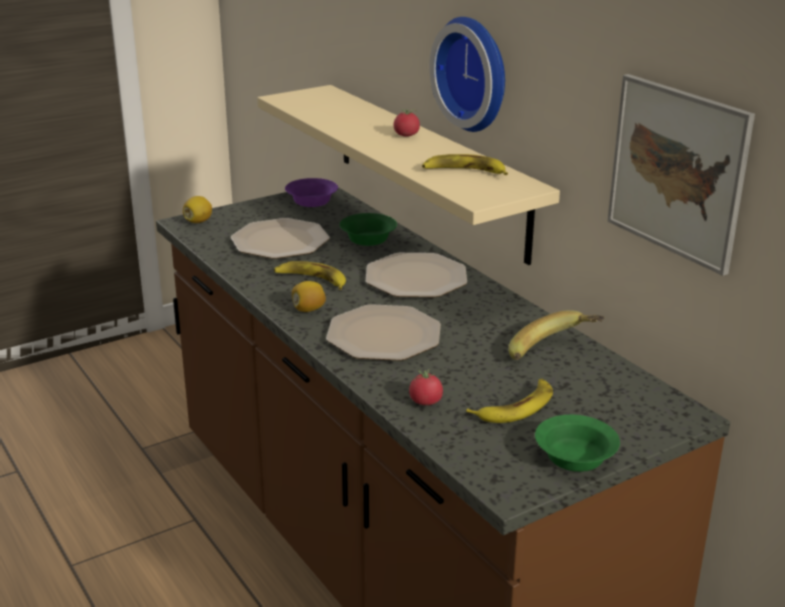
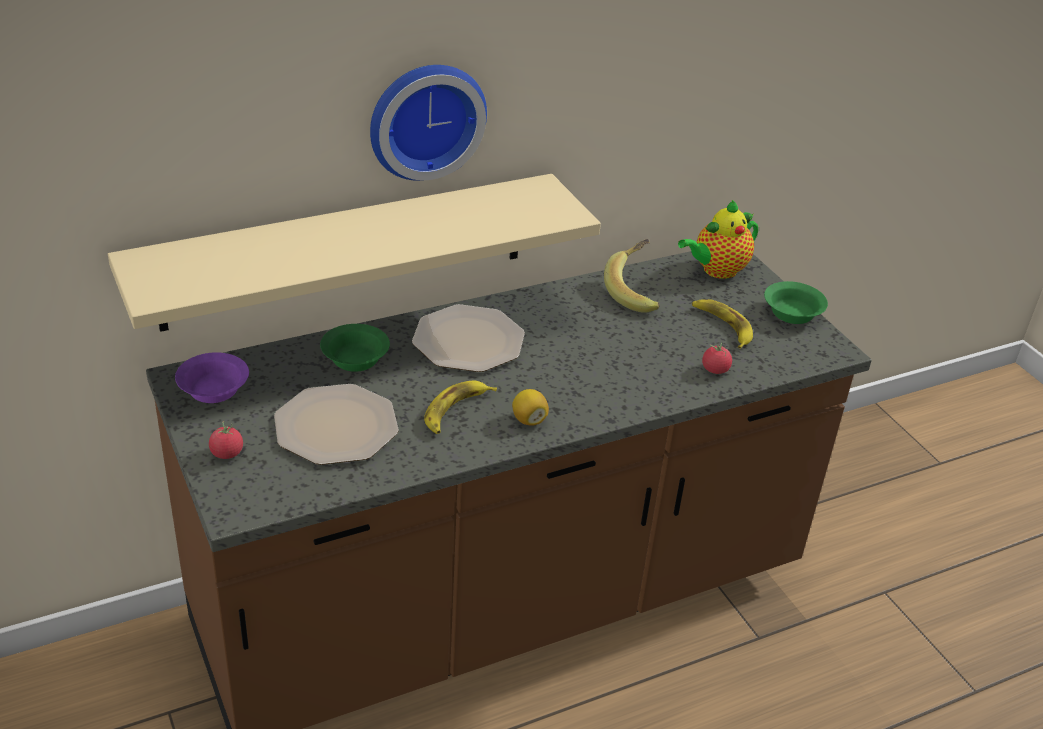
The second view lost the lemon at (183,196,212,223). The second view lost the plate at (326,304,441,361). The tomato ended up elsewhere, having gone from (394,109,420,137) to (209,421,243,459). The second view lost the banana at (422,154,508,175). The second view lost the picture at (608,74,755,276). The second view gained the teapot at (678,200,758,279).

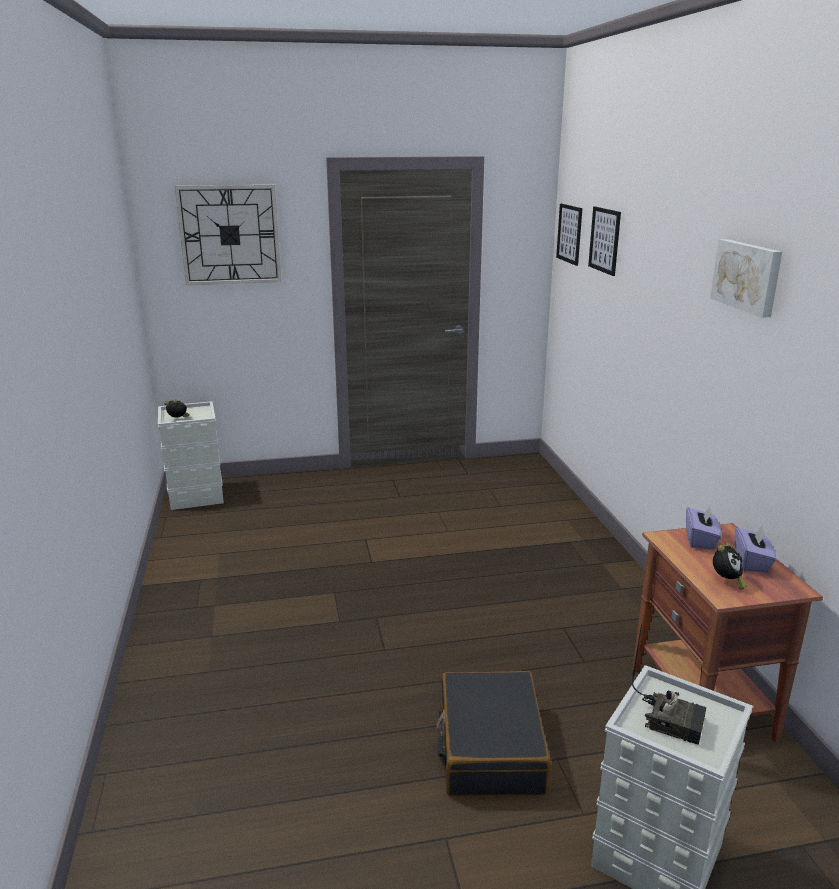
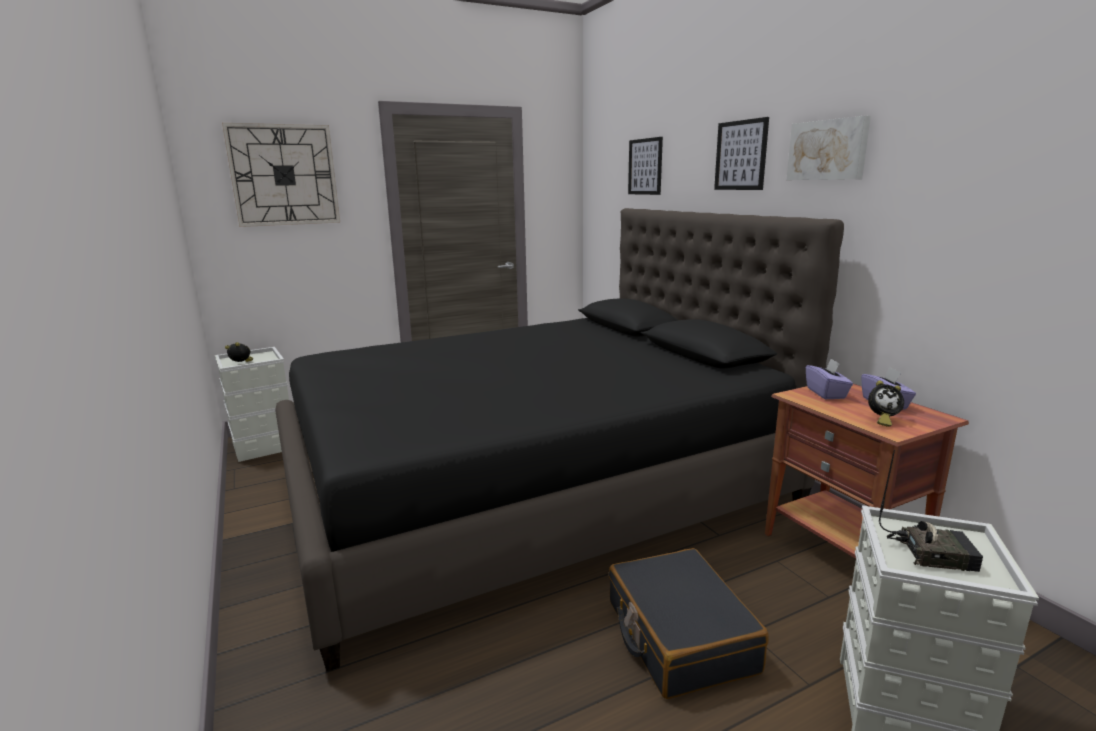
The picture ended up elsewhere, having gone from (556,204,582,266) to (714,117,769,190). The alarm clock at (713,543,747,590) ended up facing another way, 75 degrees clockwise from before. The second view gained the bed (black) at (275,208,844,671).

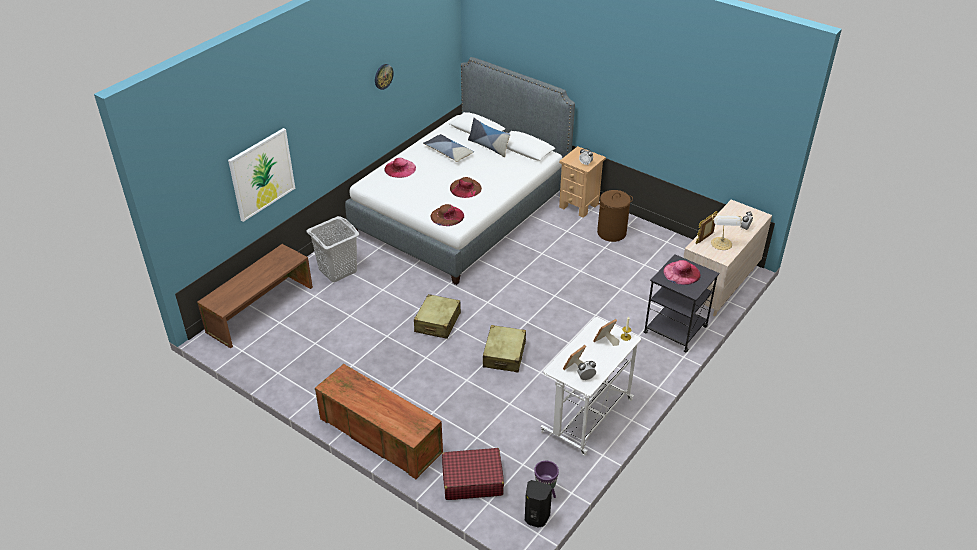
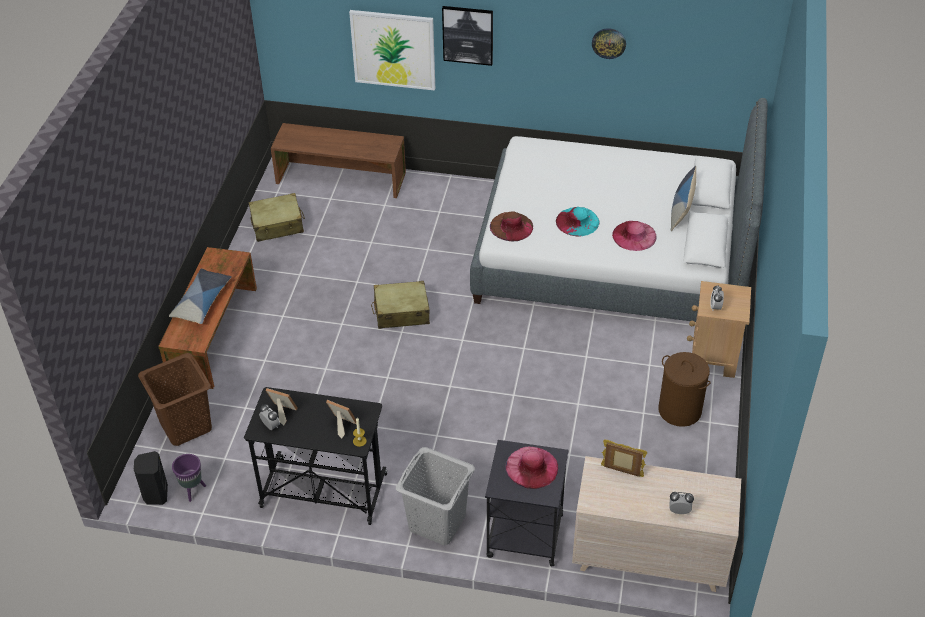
The laundry basket (grey) ended up elsewhere, having gone from (306,216,360,282) to (396,447,475,545). The hat (pink) ended up elsewhere, having gone from (384,158,416,178) to (612,221,657,251). The pillow ended up elsewhere, having gone from (423,134,474,162) to (169,268,232,324). Where the suitcase (red) stood at (442,448,504,500), the laundry basket (brown) came to stand at (138,353,212,446). What was the hat (brown) at (450,177,482,198) turned into the hat (turquoise) at (556,207,599,237). The suitcase (beige) ended up elsewhere, having gone from (483,325,526,373) to (249,193,305,242). What was the desk (white) at (540,317,641,456) turned into the desk (black) at (244,387,387,525). The second view lost the table lamp at (711,215,743,250). The second view gained the picture at (442,6,493,66).

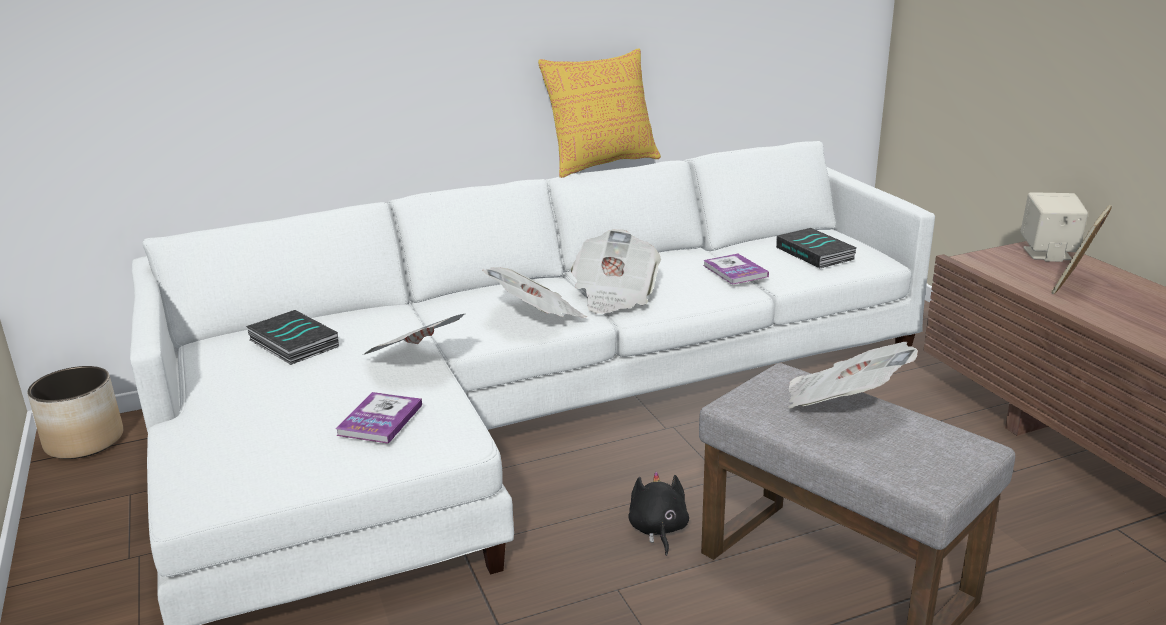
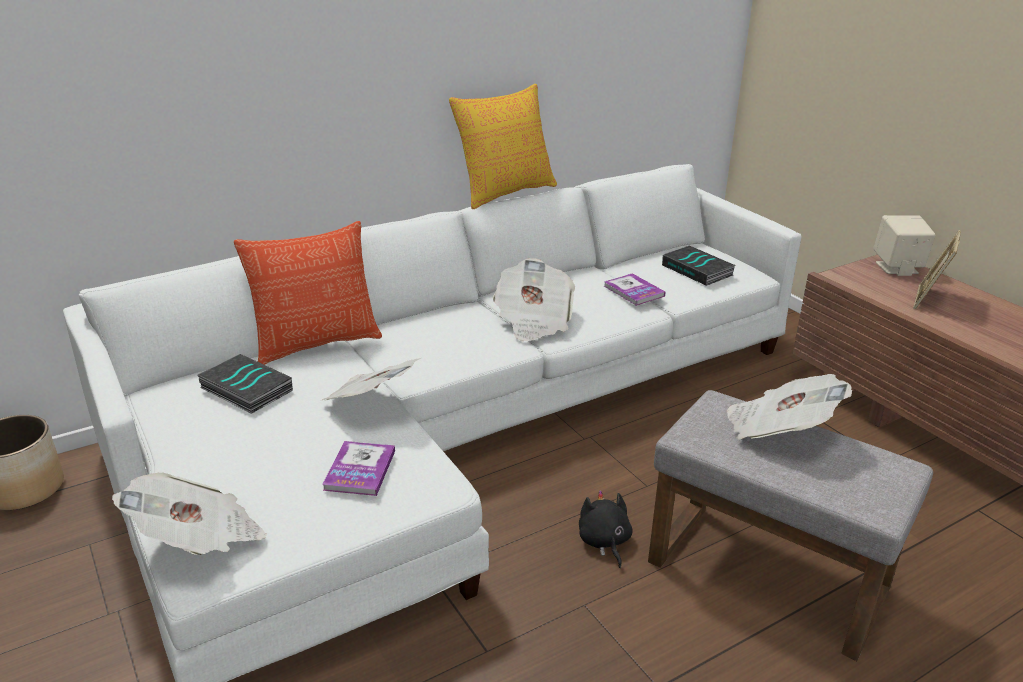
The newspaper ended up elsewhere, having gone from (482,267,587,318) to (112,473,267,555). The second view gained the pillow (orange) at (234,221,382,365).

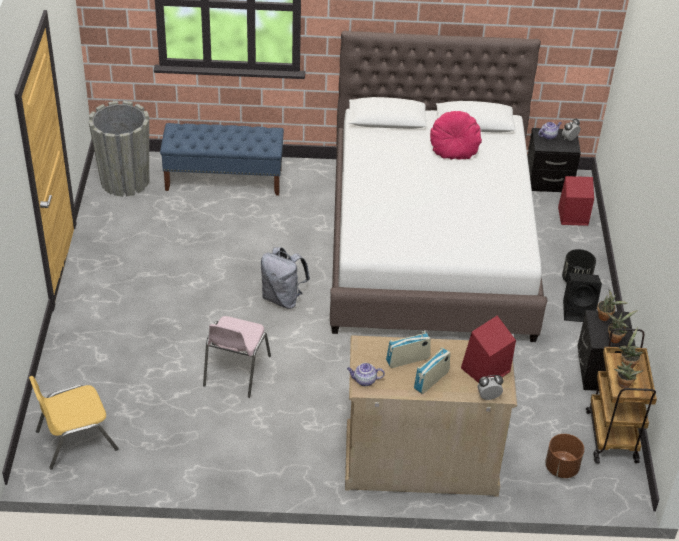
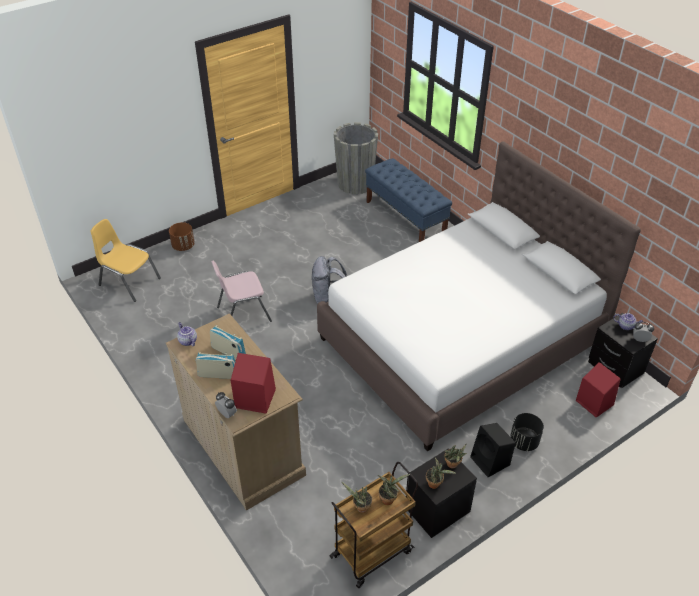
The second view lost the pillow (pink) at (430,111,482,159). The planter (brown) ended up elsewhere, having gone from (545,434,584,478) to (169,222,195,251).

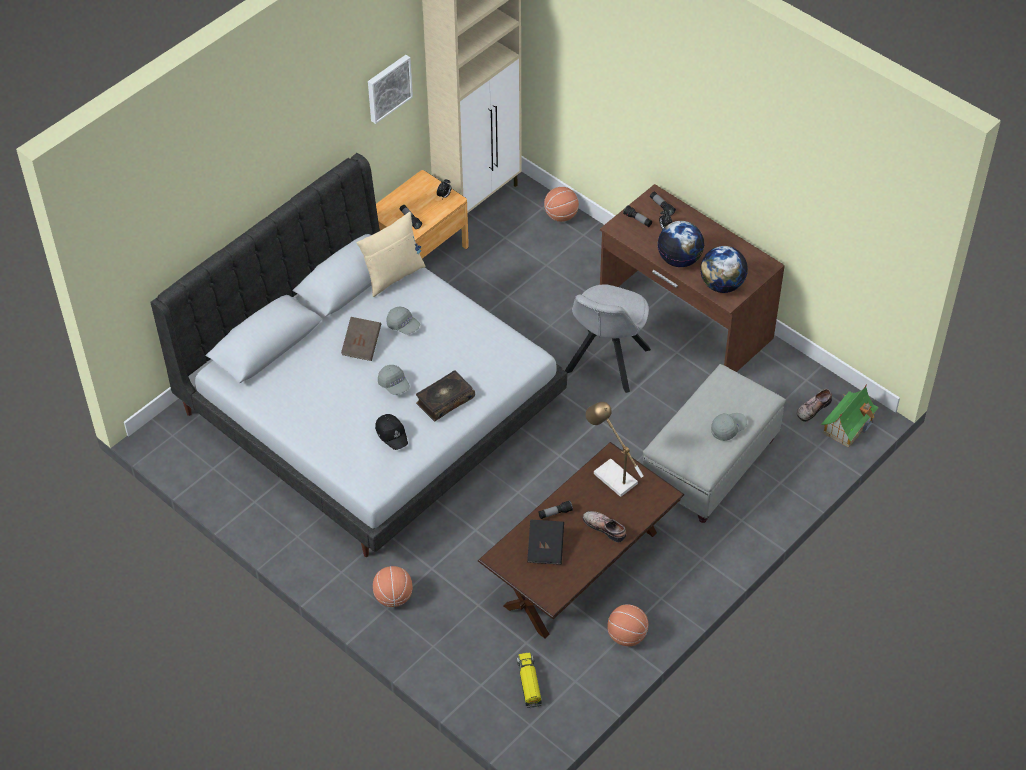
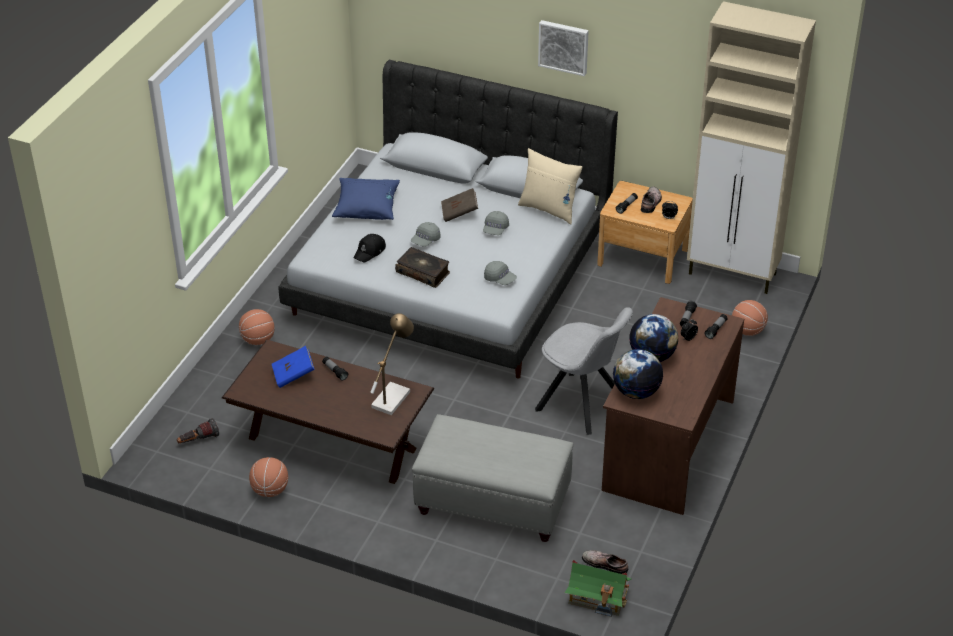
The picture ended up elsewhere, having gone from (368,55,413,124) to (538,20,589,76). Where the toy truck stood at (517,653,542,708), the flashlight came to stand at (177,418,219,443). What was the book (black) at (527,520,564,565) turned into the book (blue) at (272,346,315,388). The chair (grey) at (565,284,651,393) ended up facing another way, 150 degrees counterclockwise from before. The shoe ended up elsewhere, having gone from (583,511,626,542) to (641,186,662,213). The cap (grey) ended up elsewhere, having gone from (711,413,747,441) to (484,261,517,285). The second view gained the pillow (blue) at (332,178,400,220).

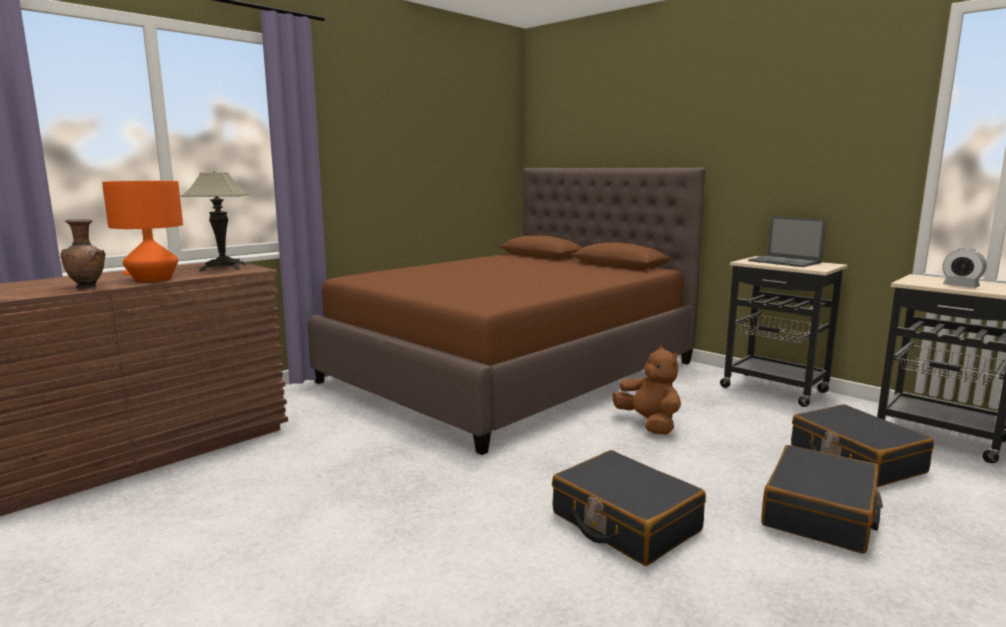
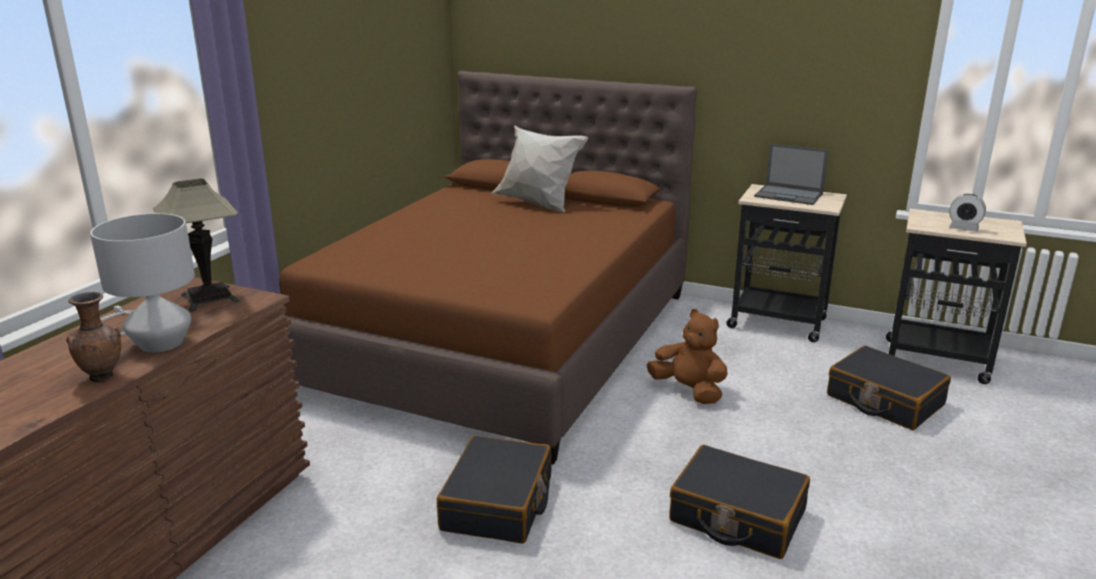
What was the table lamp (orange) at (102,181,183,283) turned into the table lamp (grey) at (90,213,195,353). The suitcase (black) ended up elsewhere, having gone from (762,445,883,554) to (437,435,552,544). The second view gained the pillow (white) at (491,125,588,213).

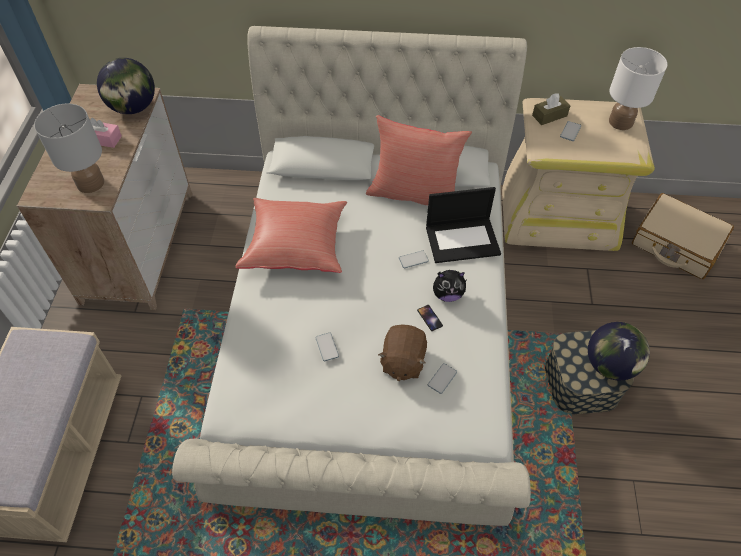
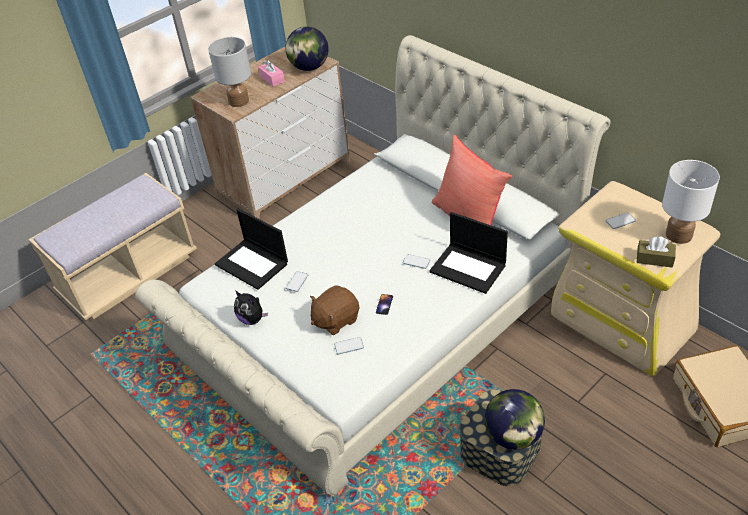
The second view lost the pillow (red) at (235,198,347,273). The plush toy ended up elsewhere, having gone from (433,270,466,302) to (234,290,268,325). The tissue box (brown) ended up elsewhere, having gone from (532,93,570,125) to (637,236,676,268). The second view gained the laptop at (215,209,288,290).

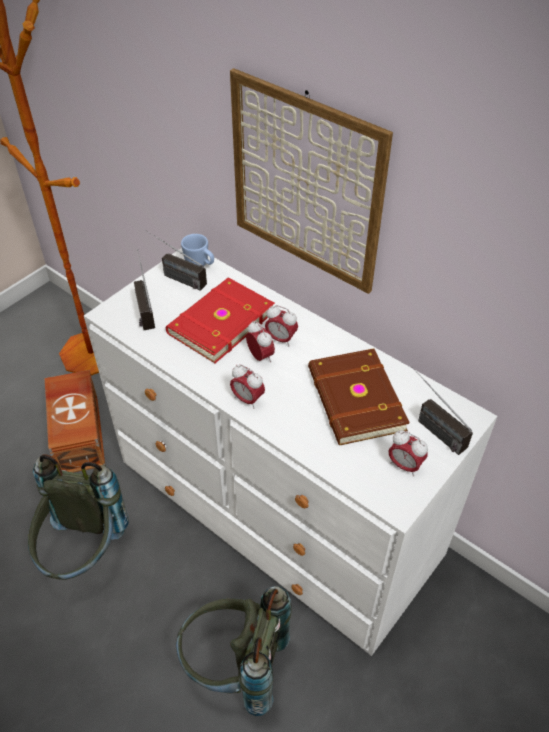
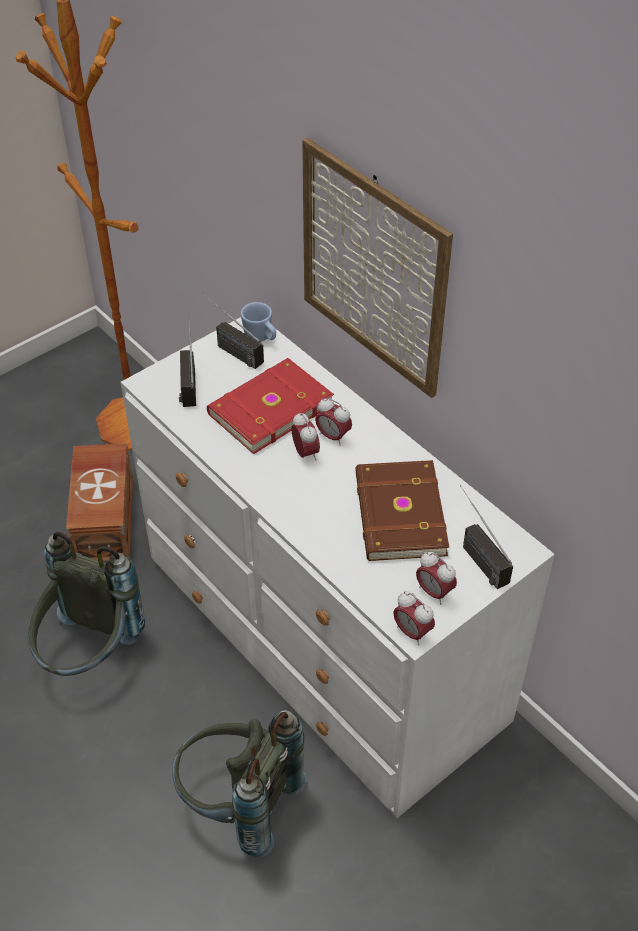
The alarm clock ended up elsewhere, having gone from (230,365,265,409) to (393,591,435,645).

